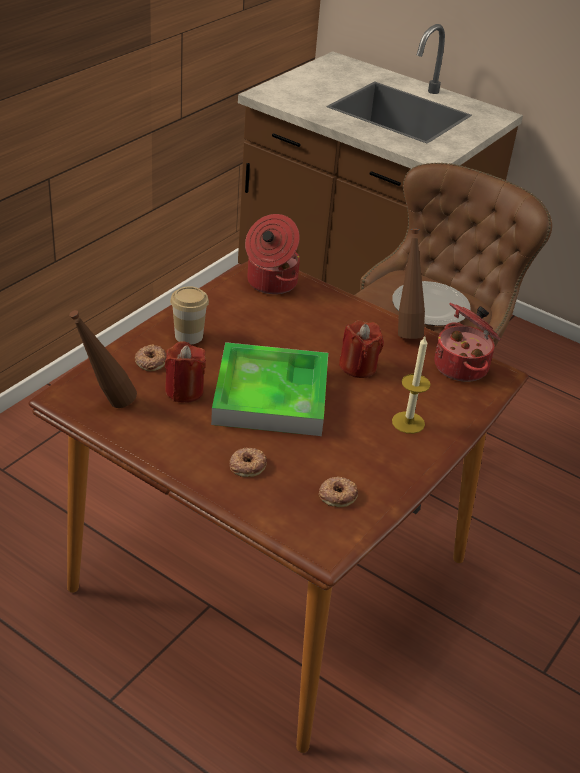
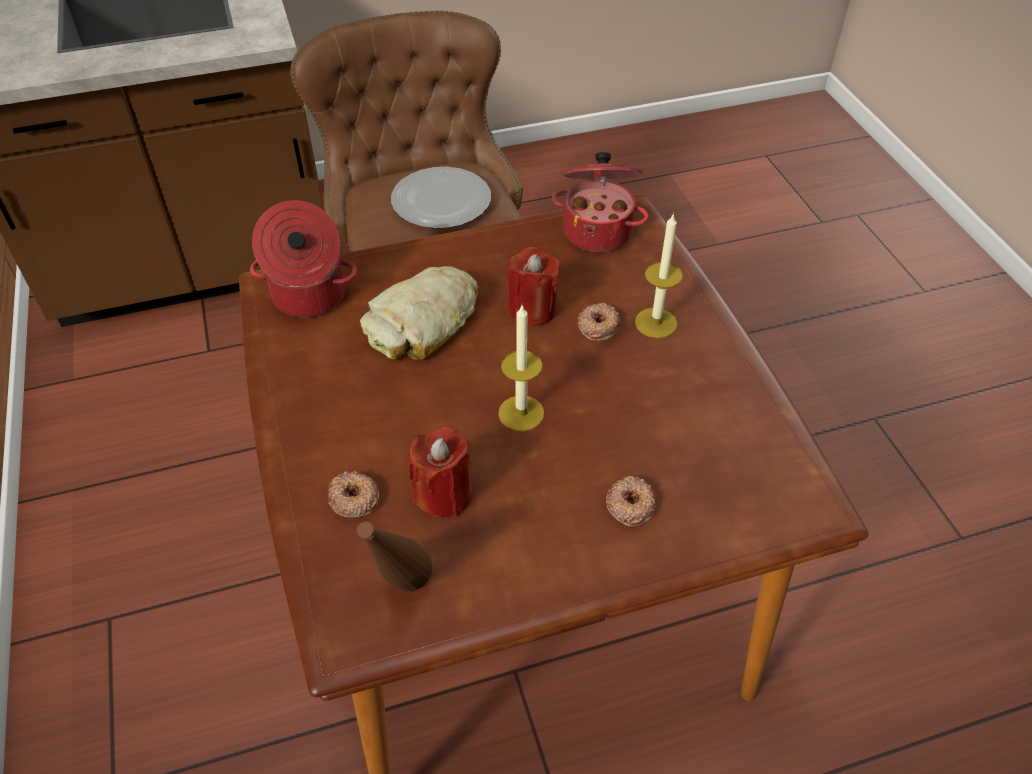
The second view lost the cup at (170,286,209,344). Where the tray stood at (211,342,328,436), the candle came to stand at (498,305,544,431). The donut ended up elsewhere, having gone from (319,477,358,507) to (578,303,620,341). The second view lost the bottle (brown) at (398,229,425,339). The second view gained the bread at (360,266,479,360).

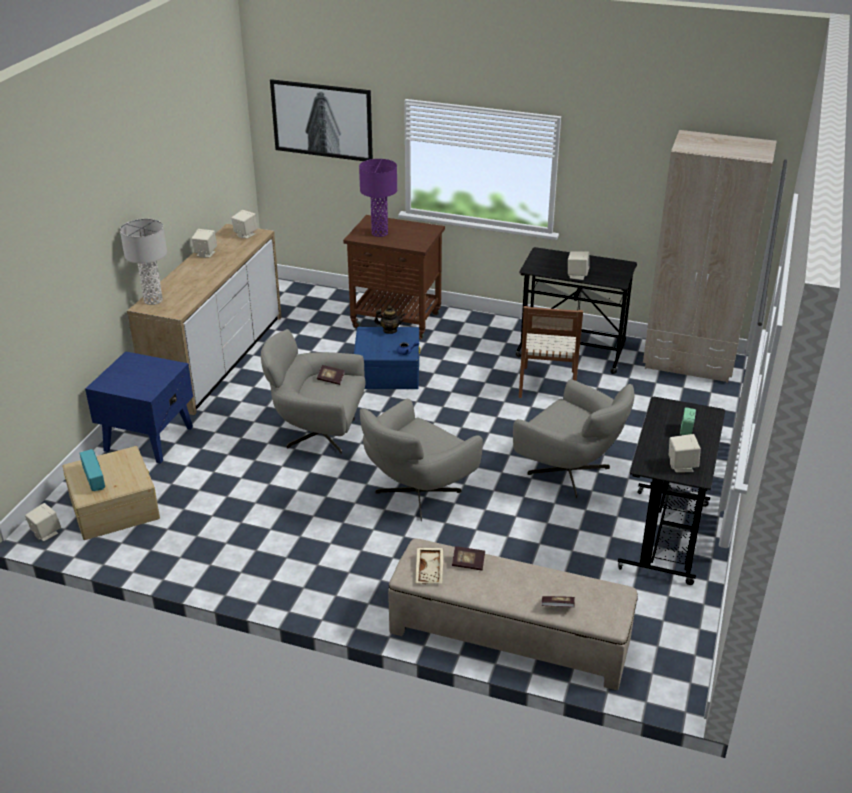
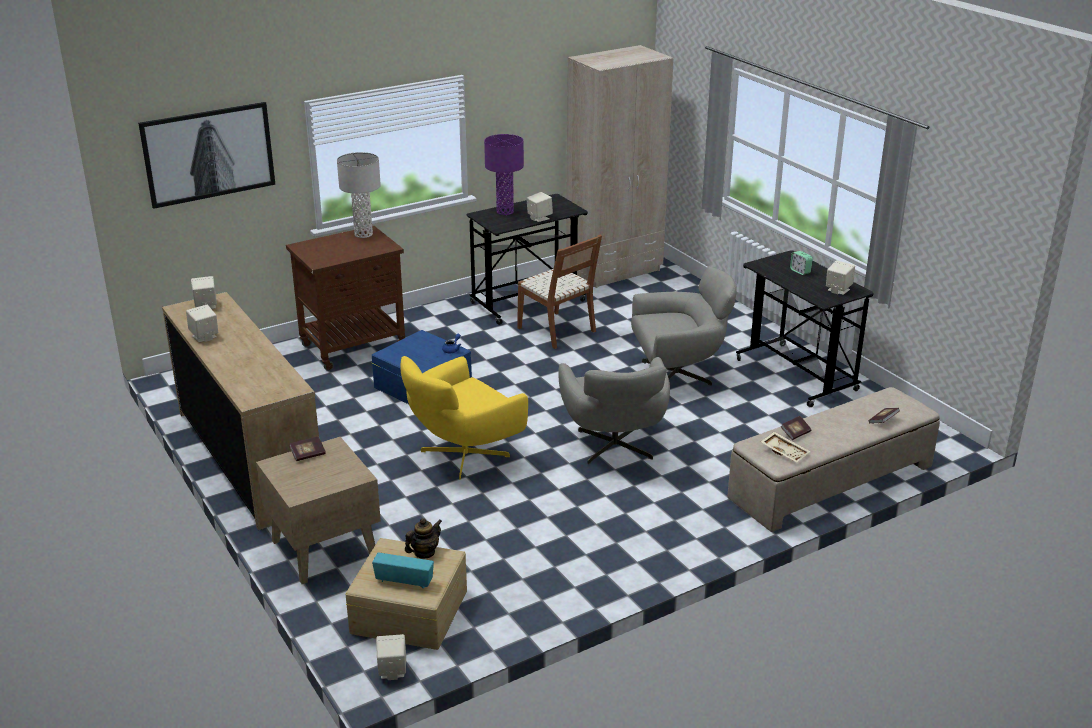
What was the nightstand (blue) at (85,351,193,464) turned into the nightstand (beige) at (256,437,381,584). The table lamp (white) ended up elsewhere, having gone from (120,219,167,305) to (337,152,381,238). What was the armchair (grey) at (261,329,365,454) turned into the armchair (yellow) at (400,356,528,480). The book ended up elsewhere, having gone from (317,365,345,385) to (289,436,326,461). The table lamp (purple) ended up elsewhere, having gone from (359,159,397,237) to (484,134,524,215). The teapot ended up elsewhere, having gone from (374,306,405,334) to (405,518,442,558).

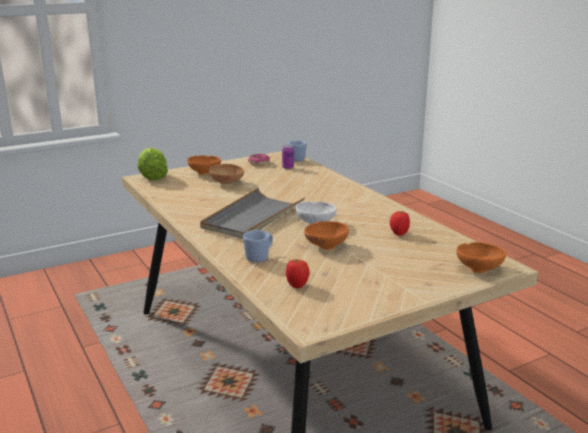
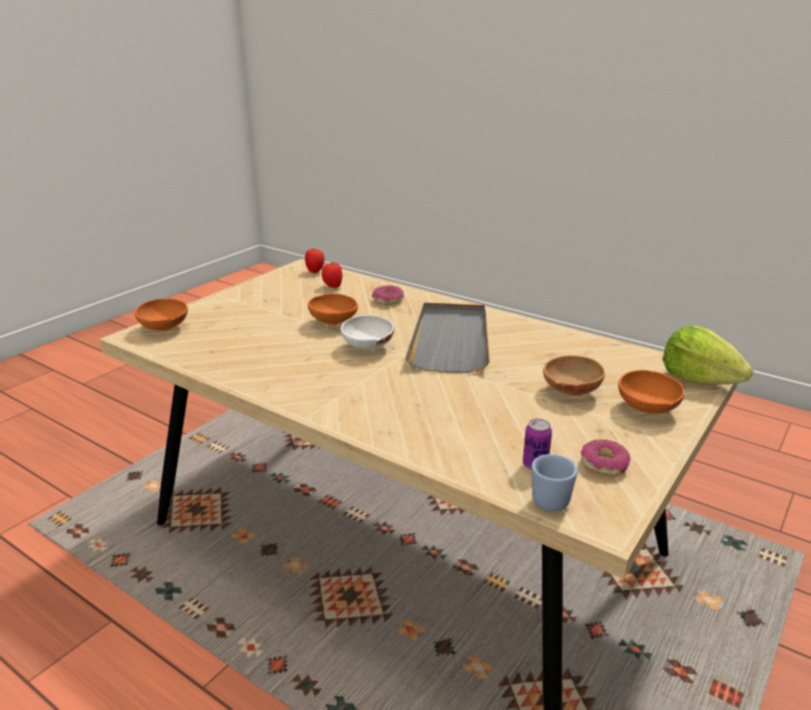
Where the mug (blue) stood at (243,230,273,263), the donut came to stand at (372,285,404,305). The tomato ended up elsewhere, having gone from (390,211,410,236) to (305,248,325,273).

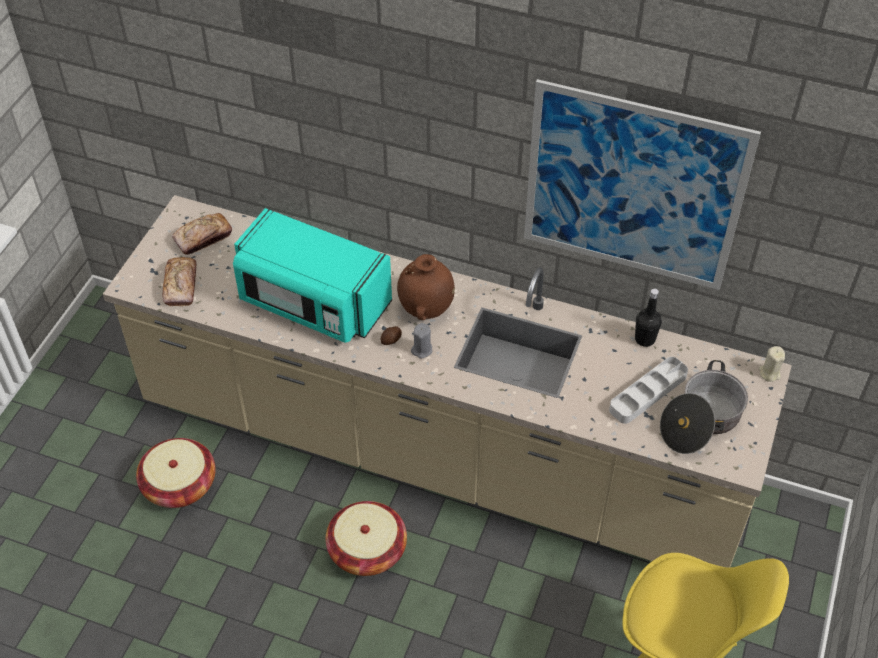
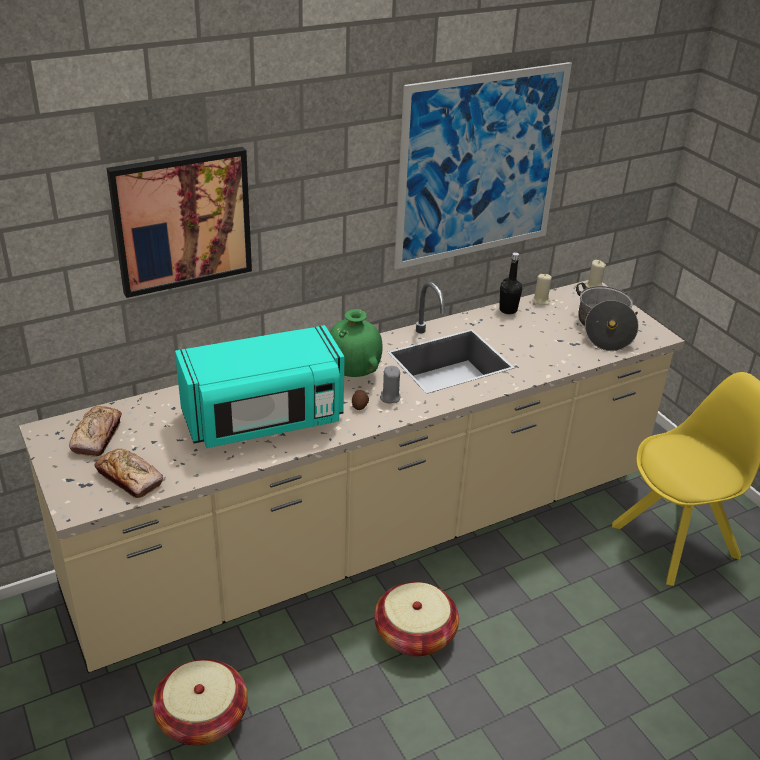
What was the vase (brown) at (397,254,455,320) turned into the vase (green) at (330,309,383,377). The second view lost the tray (grey) at (609,357,688,424). The second view gained the picture at (107,147,252,298). The second view gained the candle (beige) at (533,274,552,305).

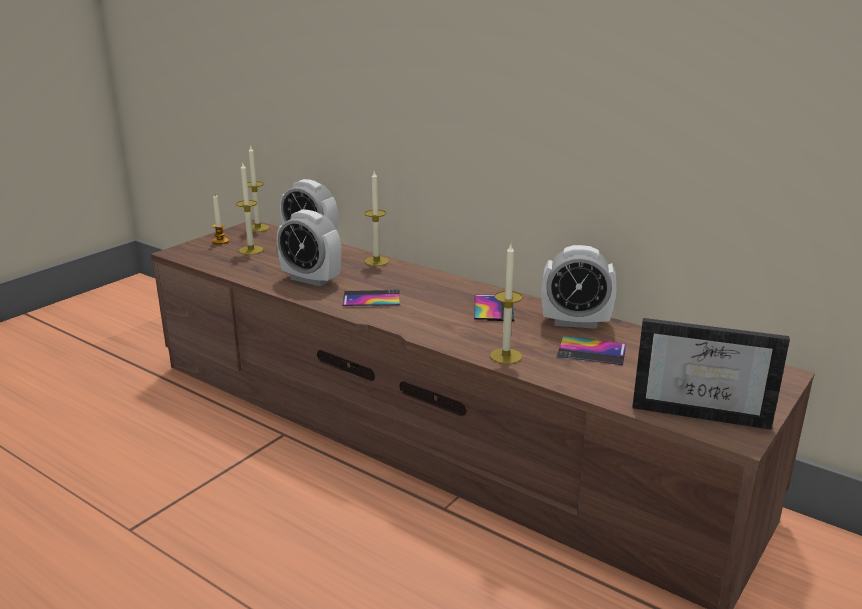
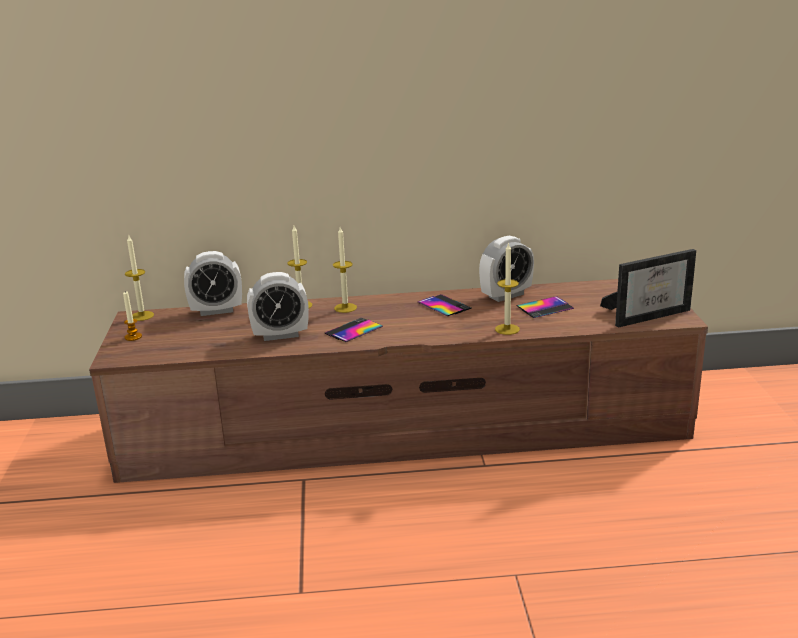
The candle ended up elsewhere, having gone from (236,163,263,255) to (333,227,357,313).

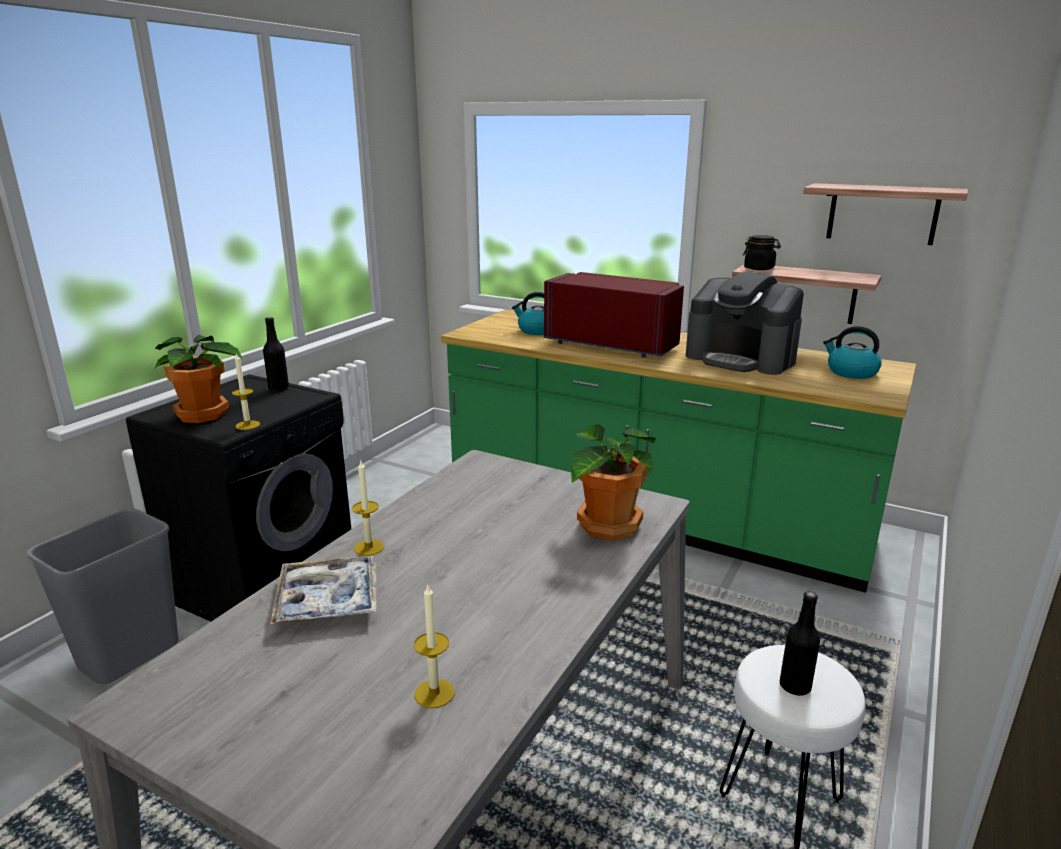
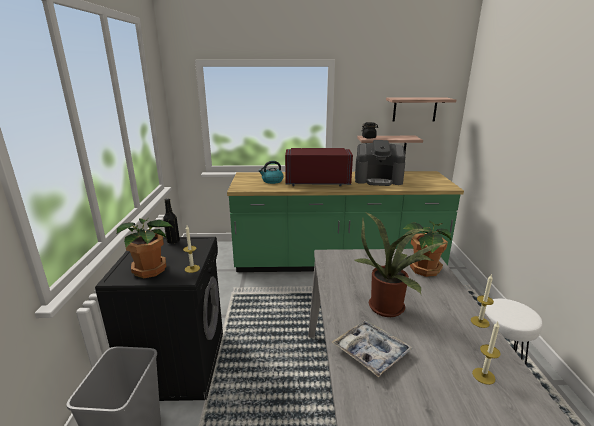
The candle ended up elsewhere, having gone from (352,461,384,556) to (471,275,494,328). The second view lost the bottle (black) at (780,591,820,696). The second view lost the kettle at (823,326,882,379). The second view gained the potted plant at (355,212,446,317).

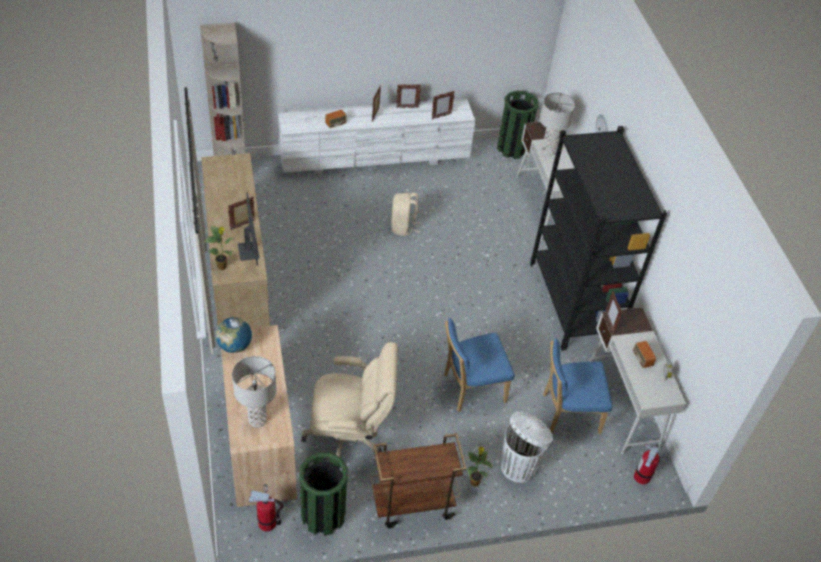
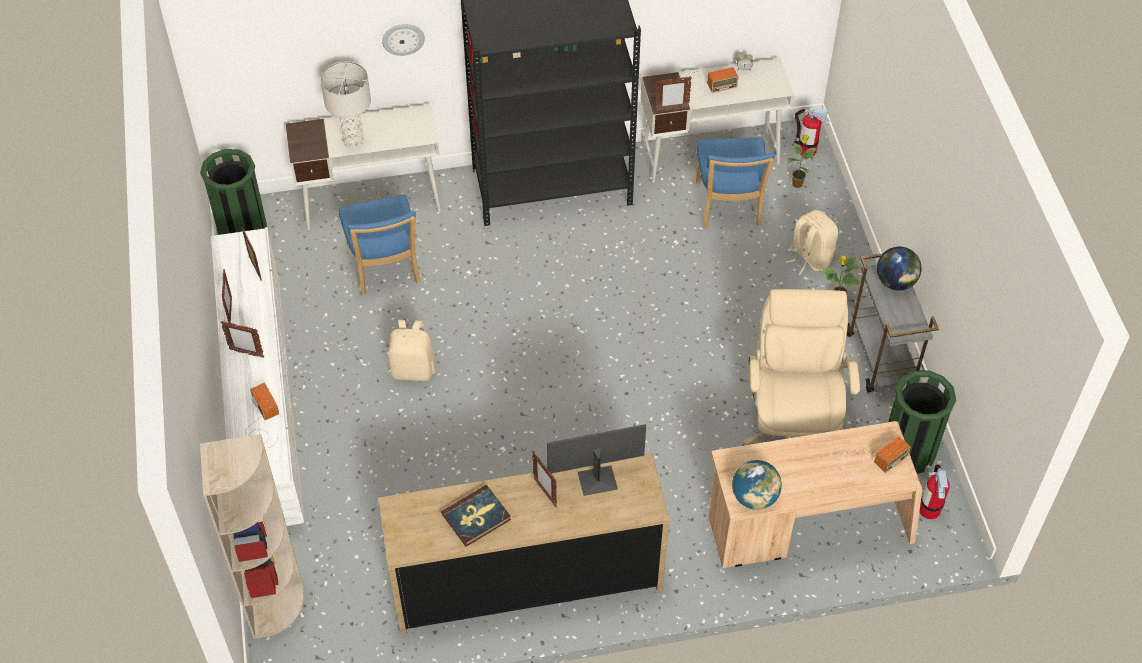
The potted plant ended up elsewhere, having gone from (204,225,234,270) to (787,135,817,188). Where the table lamp (white) stood at (232,356,276,428), the radio came to stand at (839,436,911,479). What was the cart (brown) at (371,433,466,529) turned into the cart (grey) at (847,254,939,392). The chair (blue) ended up elsewhere, having gone from (444,318,514,412) to (339,195,420,296). Where the trash can (white) stood at (501,411,553,483), the backpack (beige) came to stand at (785,210,838,275). The second view gained the book at (441,485,511,547). The second view gained the globe at (877,247,922,291).

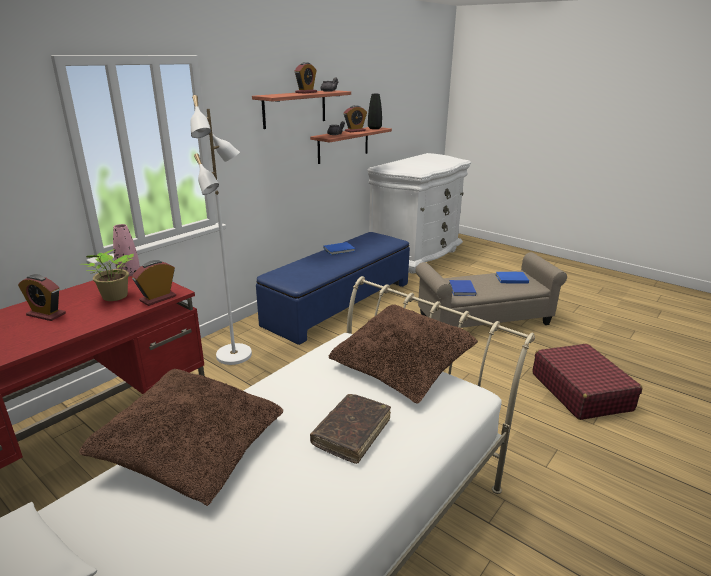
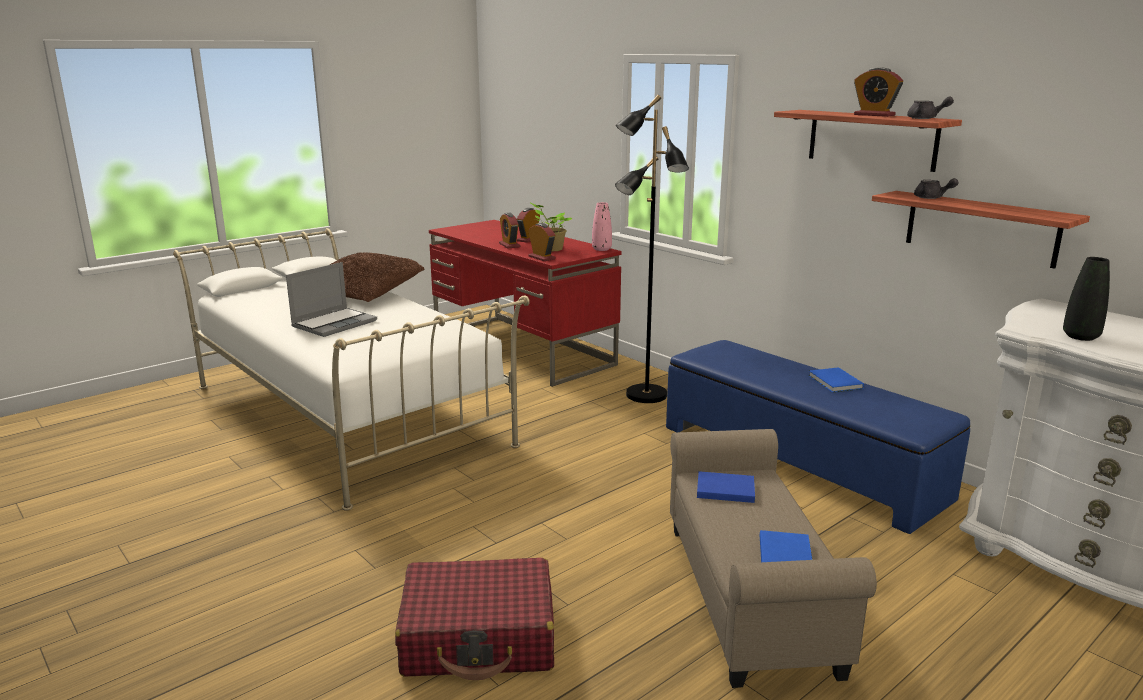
What was the floor lamp (white) at (190,95,252,365) turned into the floor lamp (black) at (615,95,689,403). Where the book (brown) stood at (310,394,391,464), the laptop came to stand at (286,262,377,337). The second view lost the pillow (brown) at (329,305,478,404). The alarm clock ended up elsewhere, having gone from (344,105,367,132) to (499,213,520,248). The vase (black) ended up elsewhere, having gone from (368,94,382,129) to (1063,257,1110,341).

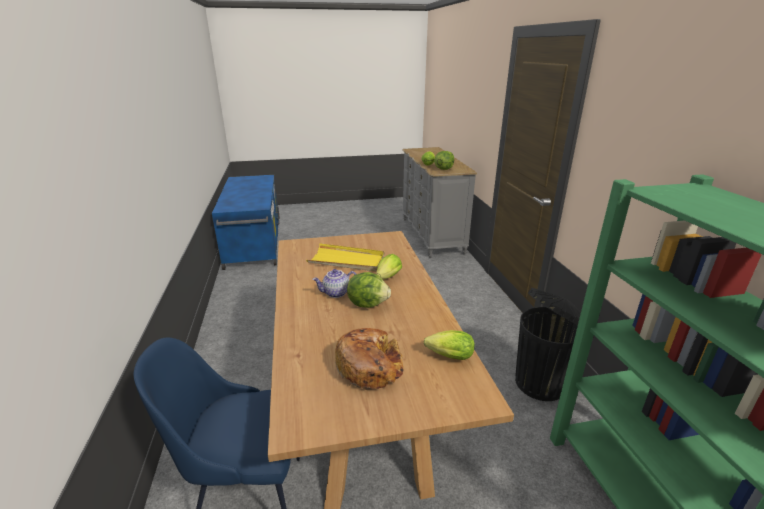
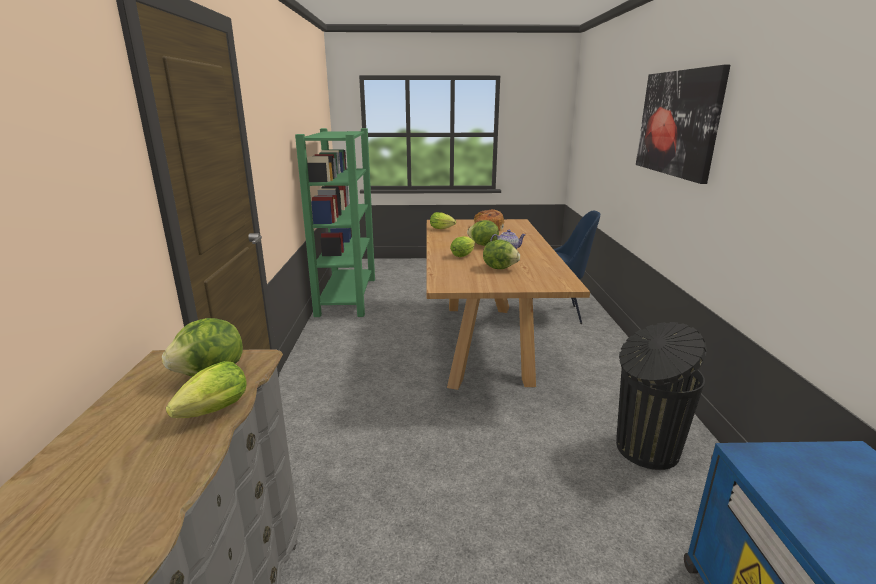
Where the tray (yellow) stood at (306,243,384,272), the lettuce came to stand at (483,240,520,269). The trash can (black) ended up elsewhere, having gone from (515,288,581,401) to (616,322,707,470). The second view gained the picture at (636,65,730,184).

